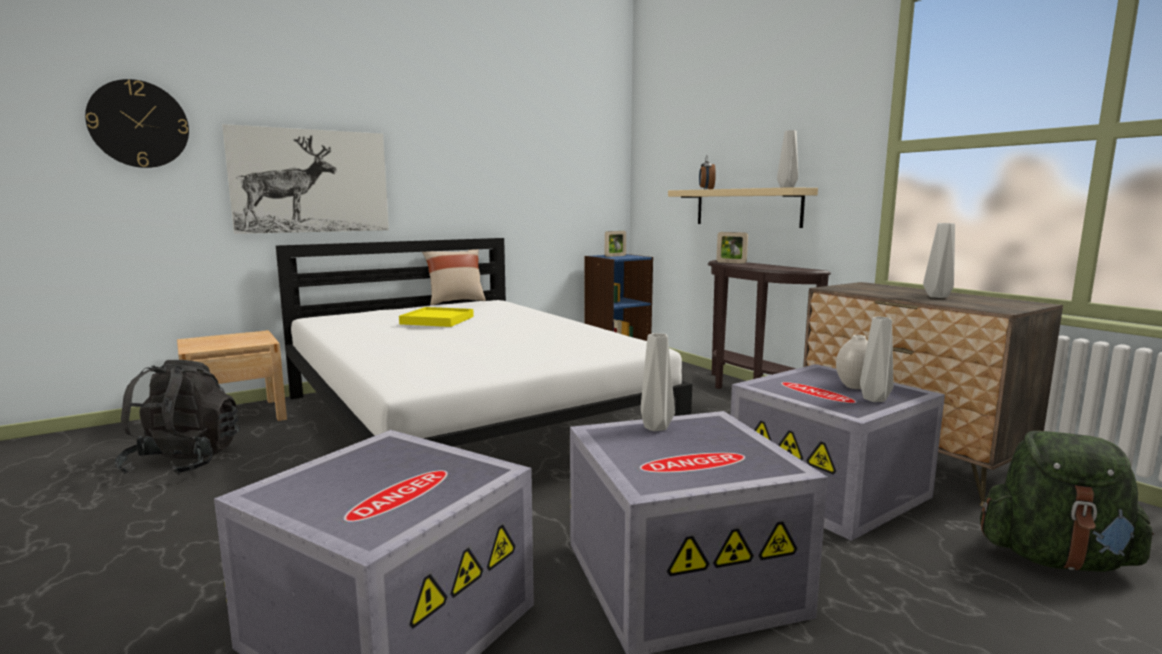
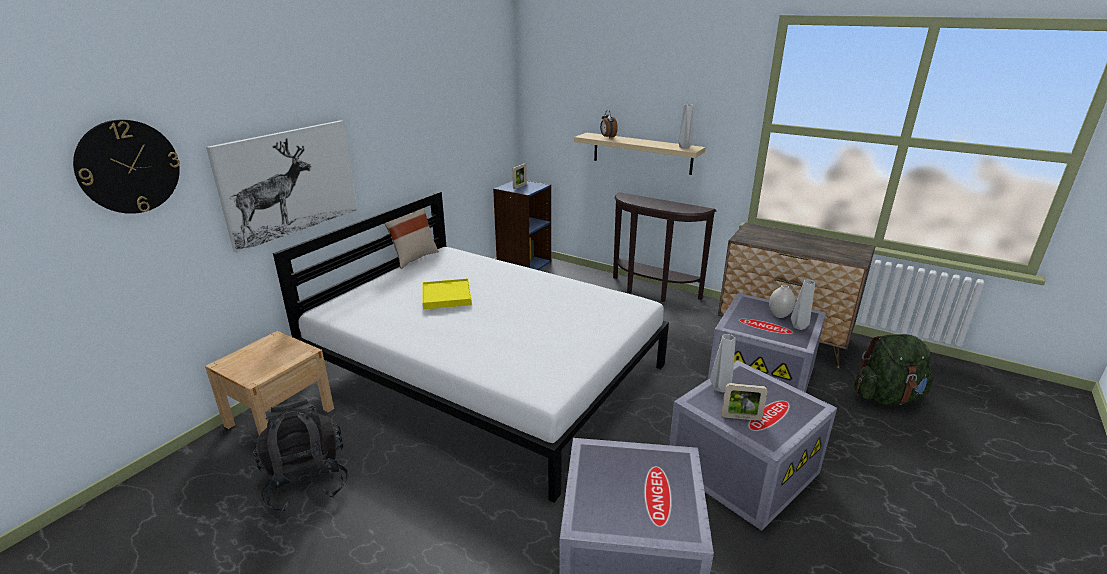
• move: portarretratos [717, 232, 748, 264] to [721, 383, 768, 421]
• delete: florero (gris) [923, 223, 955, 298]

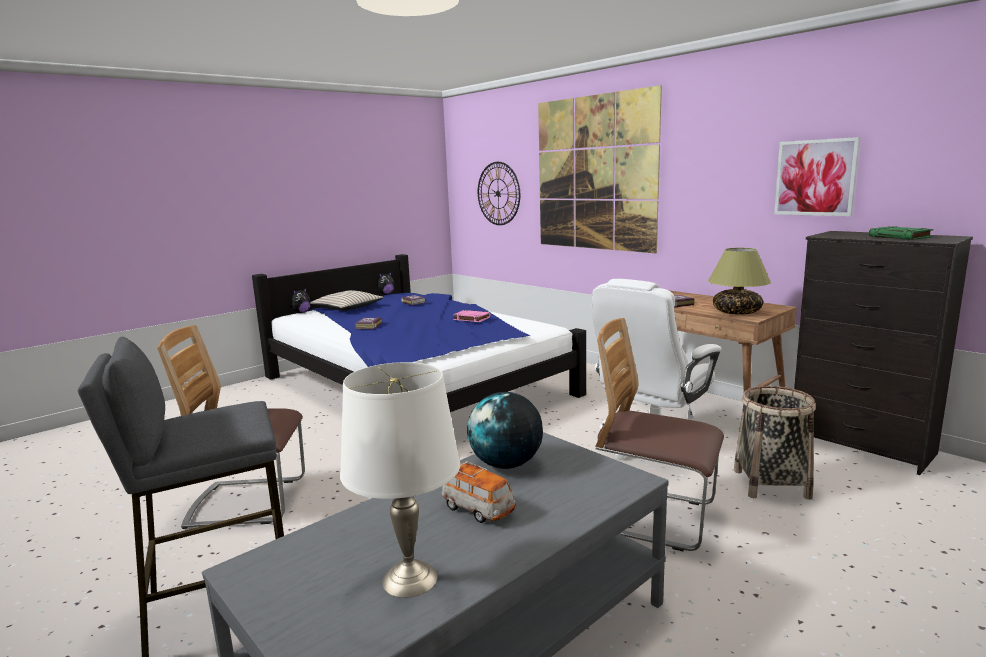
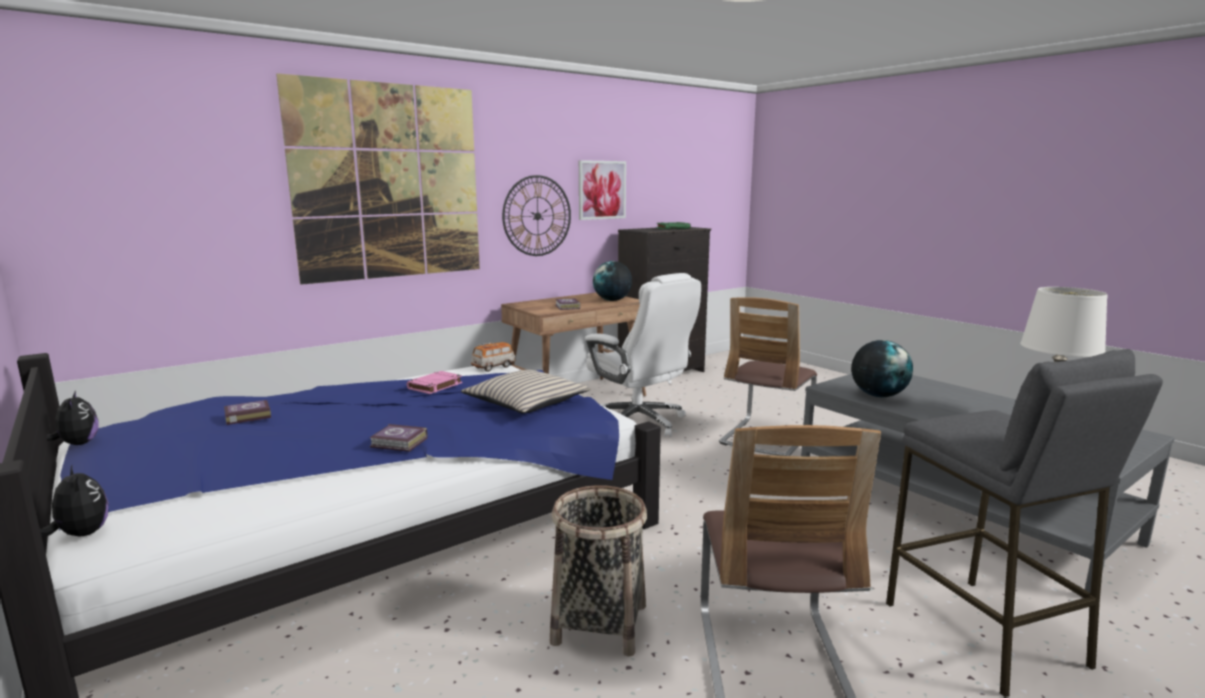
• move: cojín (beis) [310, 290, 384, 311] to [461, 370, 590, 413]
• move: coche de juguete [441, 461, 516, 523] to [471, 342, 515, 372]
• move: reloj de pared [478, 162, 520, 225] to [502, 175, 571, 256]
• replace: lámpara de mesa [708, 248, 771, 315] to globo terráqueo [593, 261, 632, 301]
• move: cesta [734, 386, 816, 499] to [550, 485, 647, 657]

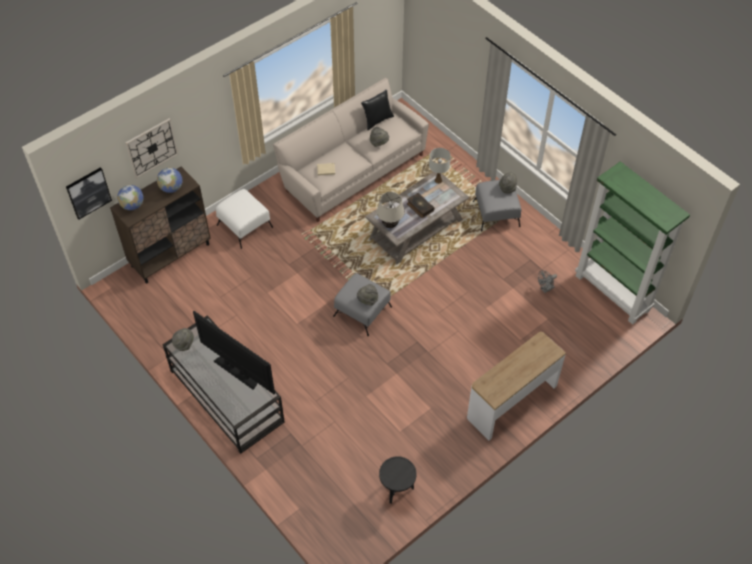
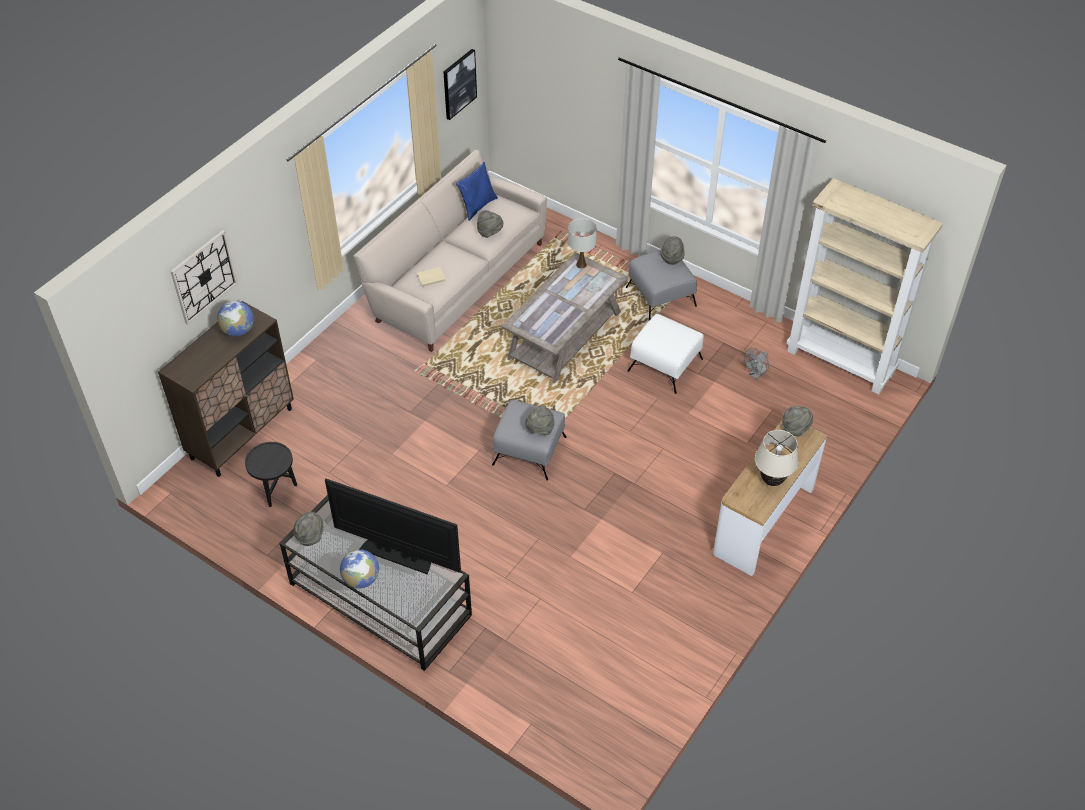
• move: cuadro [66, 167, 112, 220] to [443, 49, 477, 120]
• move: globo terráqueo [117, 185, 144, 210] to [340, 549, 379, 588]
• move: puf (blanco) [216, 189, 273, 249] to [628, 314, 704, 394]
• recolor: cojín (negro) [361, 89, 394, 130] to cojín (azul) [456, 162, 498, 221]
• move: lámpara de mesa (beis) [377, 192, 405, 228] to [755, 430, 799, 486]
• move: mesa auxiliar (negro) [379, 456, 417, 503] to [245, 442, 297, 507]
• delete: libro [407, 193, 435, 218]
• recolor: estantería (verde) [575, 161, 690, 325] to estantería (beis) [786, 178, 943, 395]
• insert: sombrero (gris) [782, 406, 813, 436]

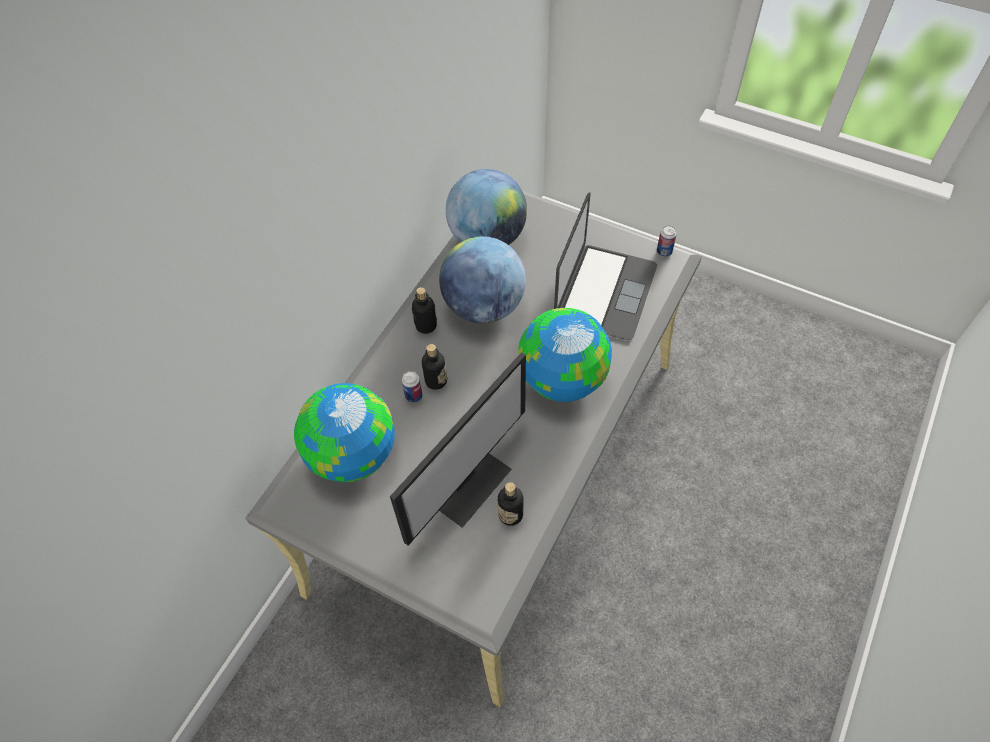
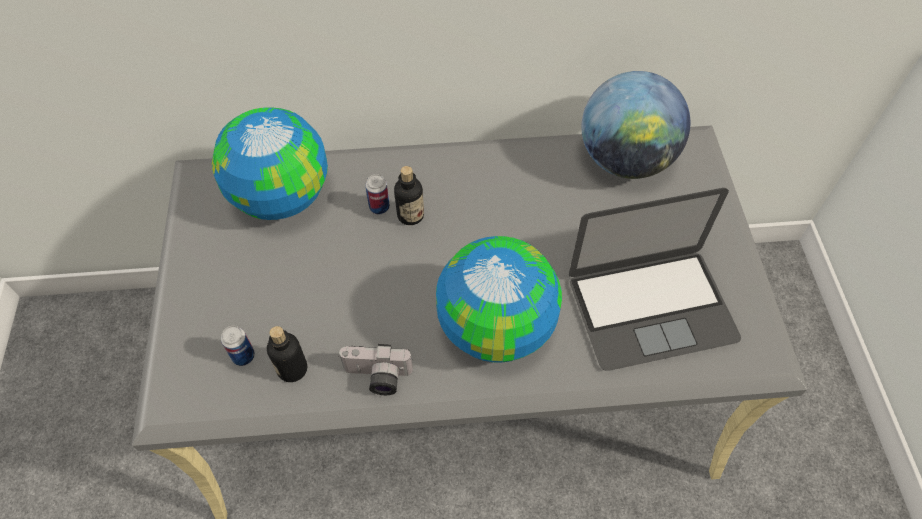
• delete: monitor [390, 352, 526, 546]
• delete: botella [412, 287, 437, 334]
• delete: globo terráqueo [439, 236, 526, 323]
• move: lata [657, 225, 677, 257] to [221, 326, 255, 366]
• insert: cámara [338, 344, 413, 395]

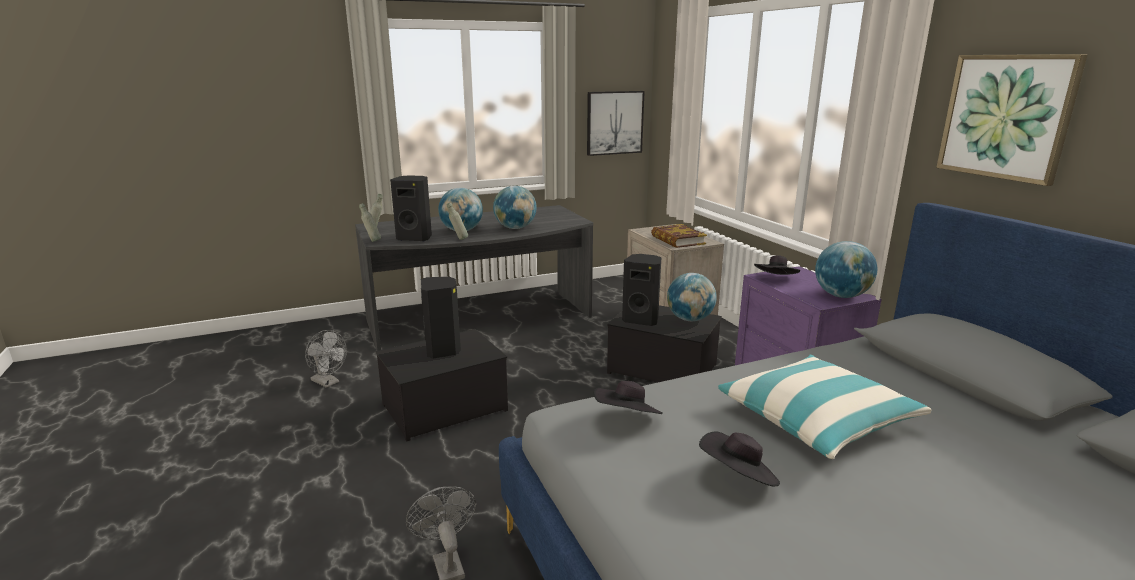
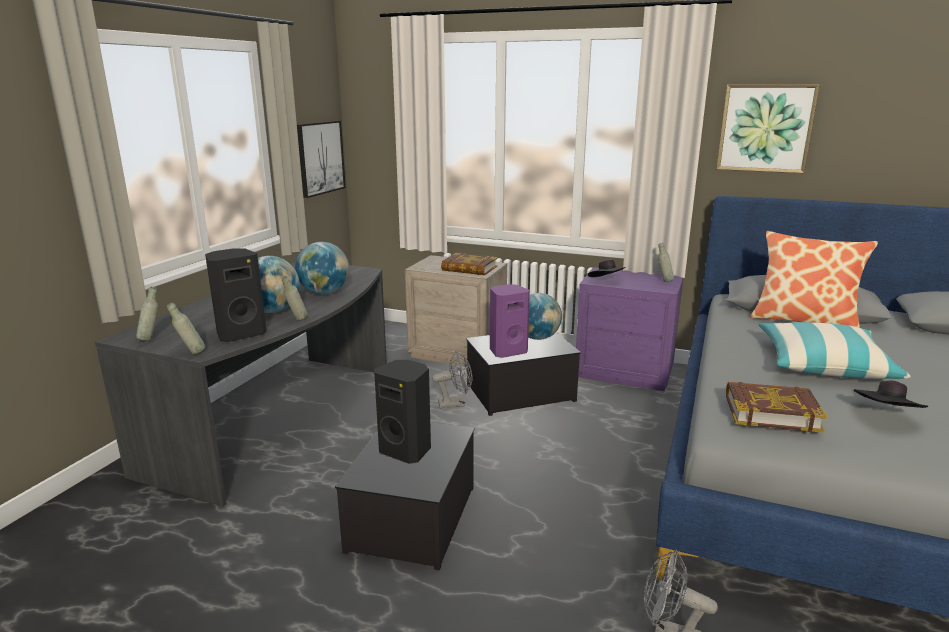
• move: ventilador (gris) [305, 330, 347, 388] to [432, 351, 472, 408]
• replace: sombrero (negro) [594, 381, 663, 414] to libro [726, 382, 828, 432]
• recolor: altavoz (negro) [622, 254, 661, 326] to altavoz (morado) [490, 284, 530, 358]
• replace: globo terráqueo [815, 241, 877, 298] to botella (gris) [658, 243, 674, 282]
• insert: cojín [750, 231, 878, 328]

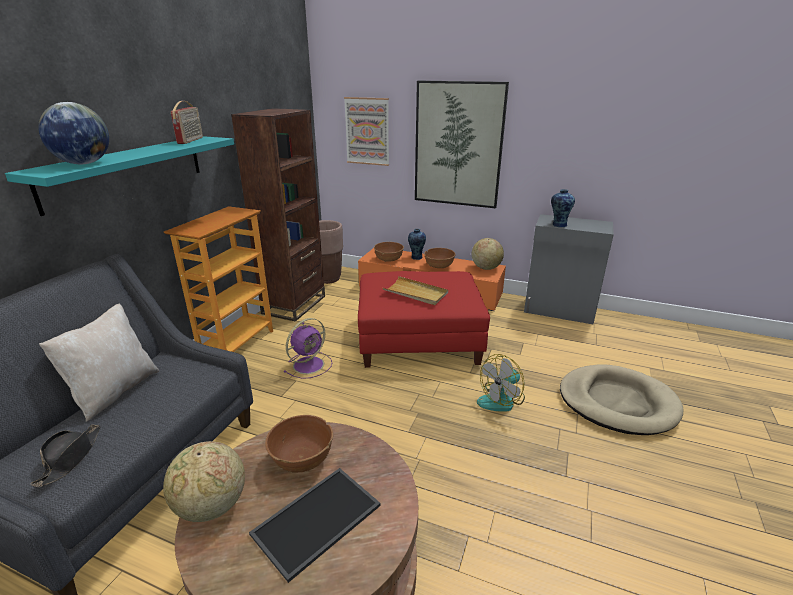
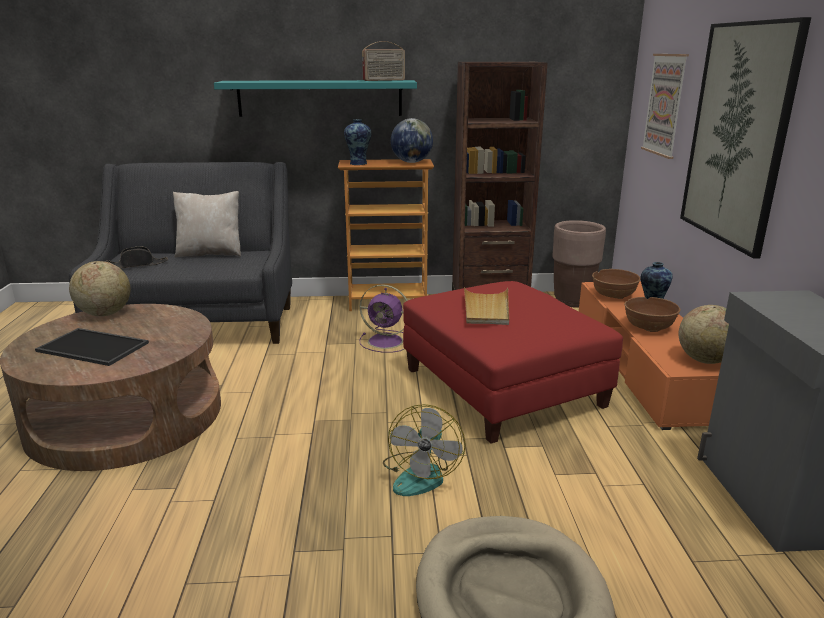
• move: globo terráqueo [38, 102, 109, 164] to [391, 118, 433, 163]
• delete: cuenco (marrón) [265, 415, 333, 473]
• rotate: ventilador [477, 354, 525, 412] = [383, 404, 465, 496] 105 degrees counterclockwise
• move: florero [551, 189, 575, 227] to [344, 119, 372, 165]

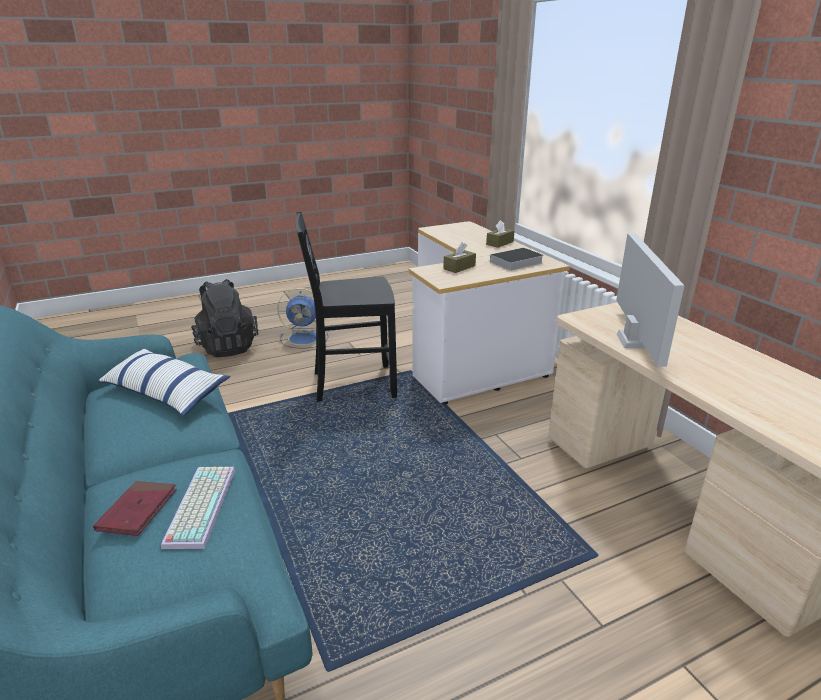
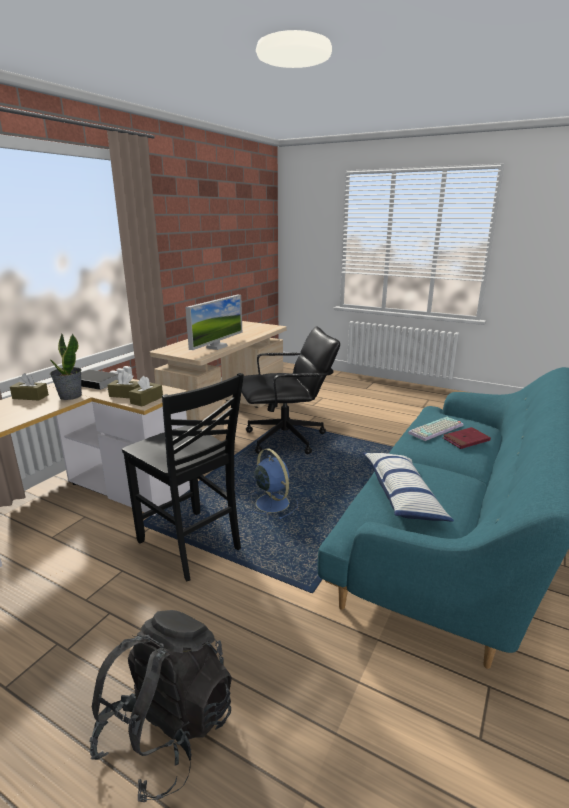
• move: ventilador (azul) [277, 288, 328, 349] to [252, 449, 298, 519]
• rotate: monitor [616, 233, 685, 367] = [185, 295, 242, 350] 150 degrees clockwise
• insert: planta en maceta [50, 333, 82, 400]
• insert: caja de pañuelos (marrón) [129, 376, 163, 406]
• insert: silla de oficina (negro) [241, 326, 340, 454]

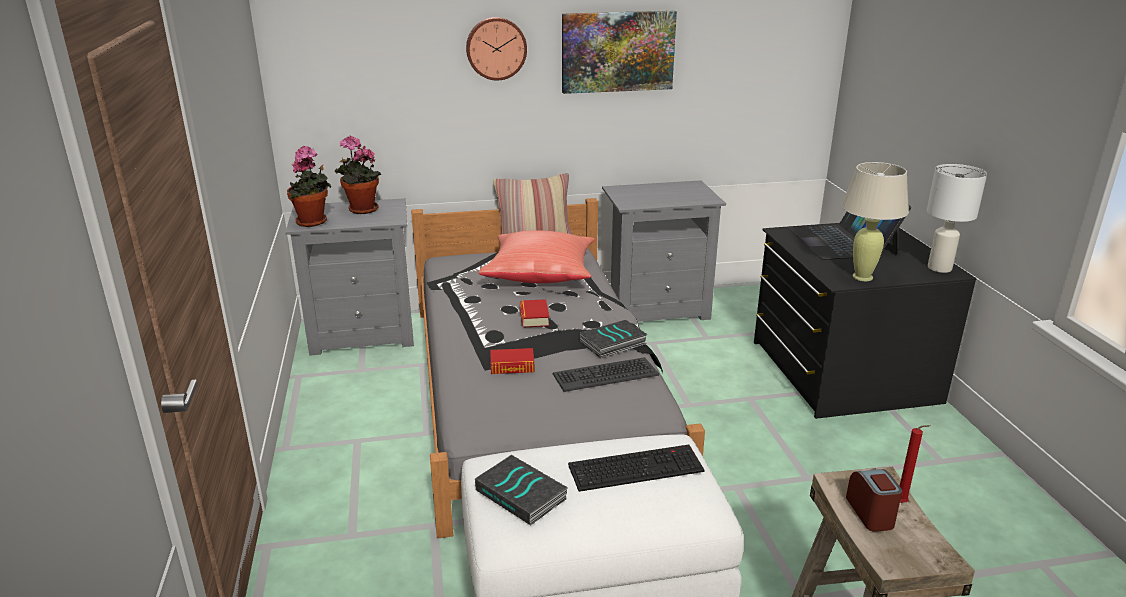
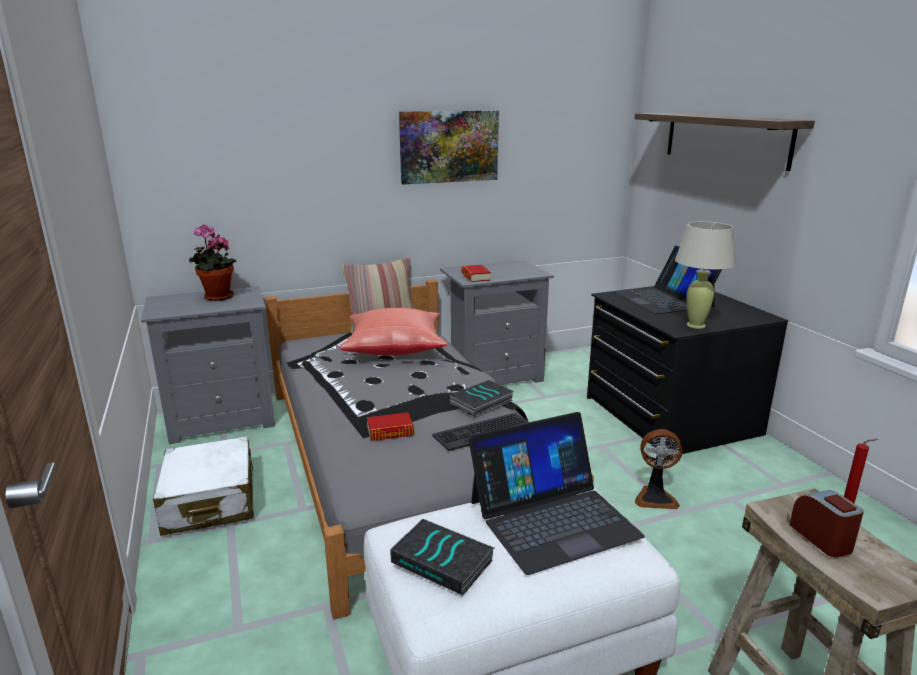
• delete: planta en maceta [287, 146, 331, 227]
• delete: reloj de pared [466, 17, 527, 81]
• move: libro [520, 299, 549, 327] to [461, 265, 491, 282]
• replace: teclado [568, 445, 704, 492] to portátil [469, 412, 645, 575]
• delete: lámpara de mesa (blanco) [927, 164, 987, 273]
• insert: maleta (blanco) [153, 436, 254, 536]
• insert: estante [634, 113, 815, 171]
• insert: ventilador [635, 429, 682, 509]

